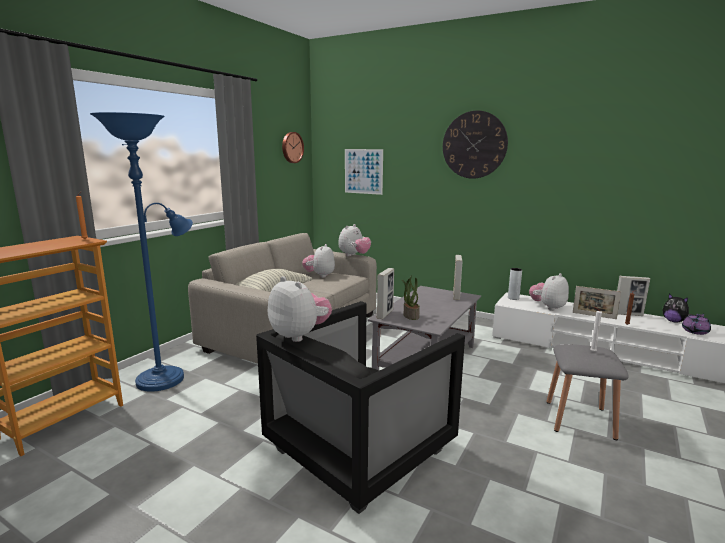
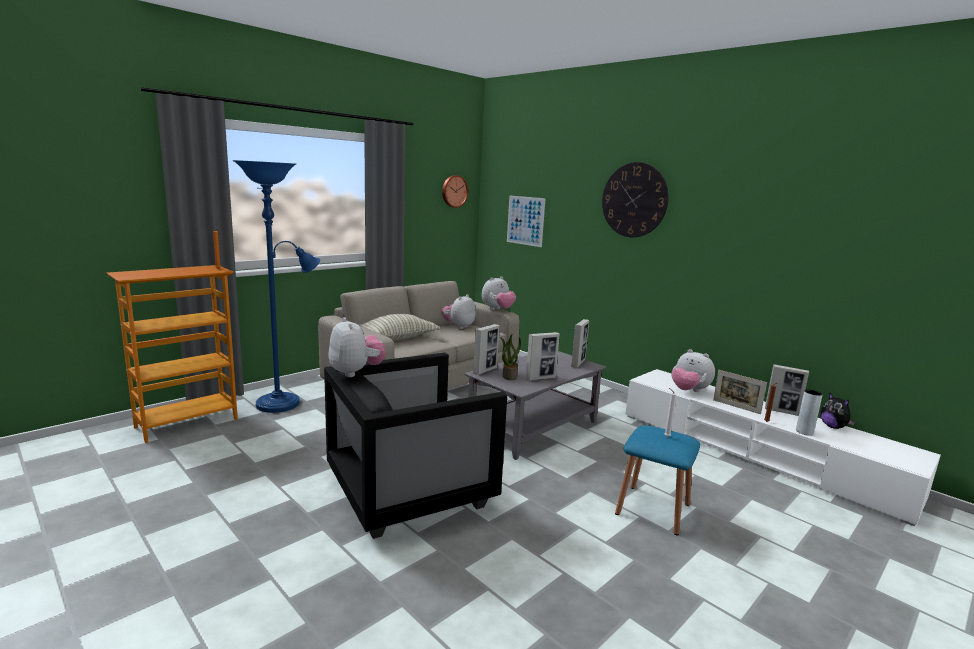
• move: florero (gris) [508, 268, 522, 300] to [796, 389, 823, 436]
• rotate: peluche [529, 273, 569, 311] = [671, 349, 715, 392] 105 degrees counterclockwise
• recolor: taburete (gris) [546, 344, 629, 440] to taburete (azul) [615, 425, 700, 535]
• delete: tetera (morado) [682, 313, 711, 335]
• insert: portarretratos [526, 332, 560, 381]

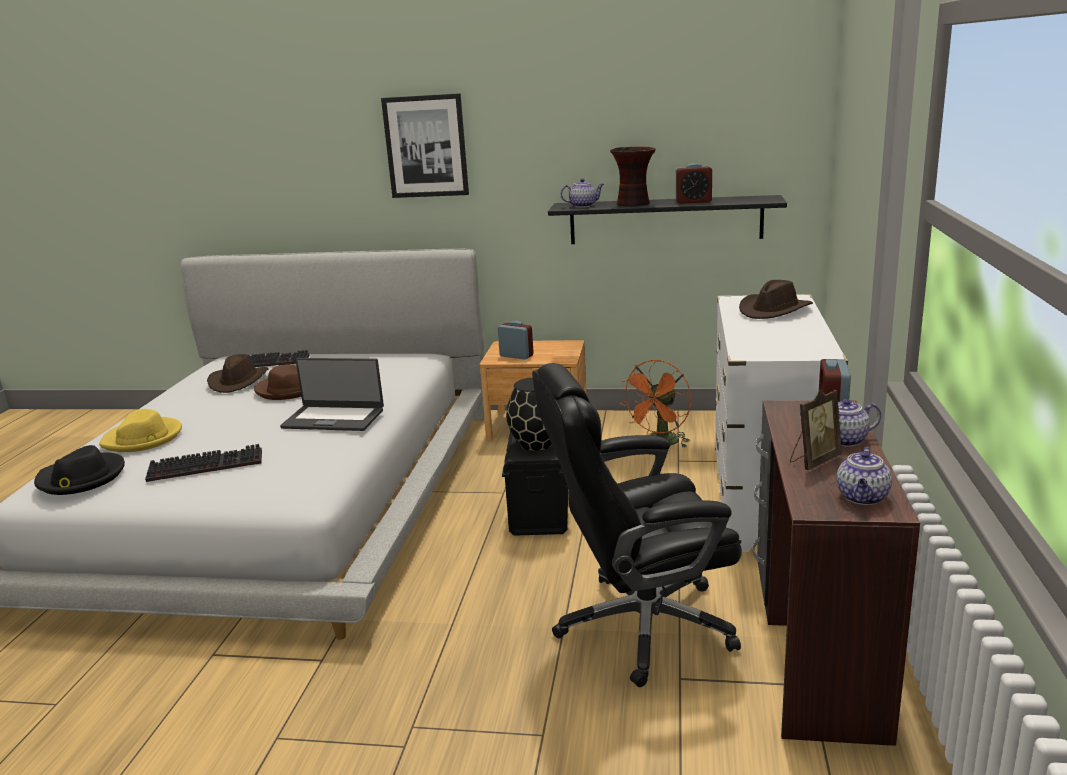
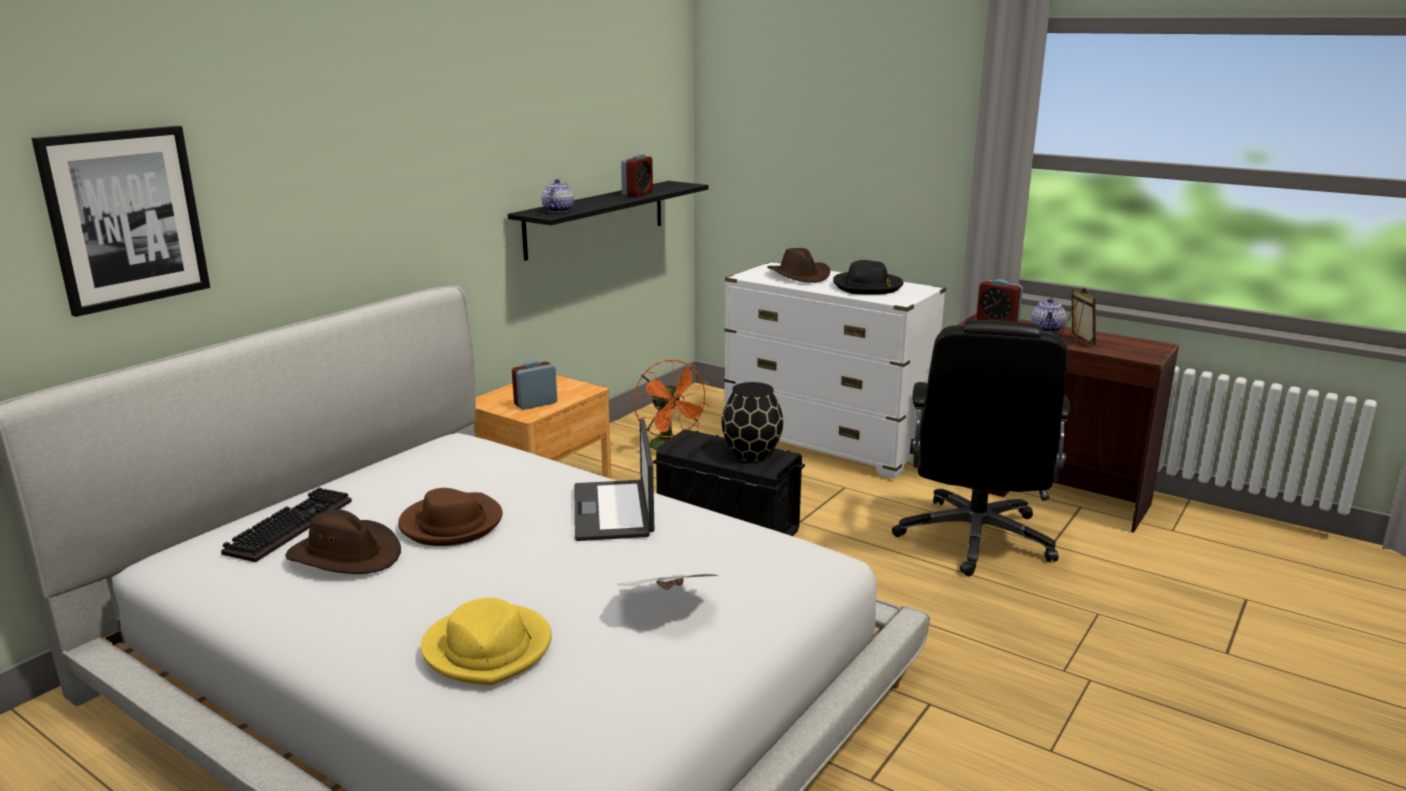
• move: sombrero (negro) [34, 445, 125, 495] to [833, 260, 903, 295]
• replace: teclado [145, 444, 262, 482] to periódico [617, 574, 718, 590]
• rotate: portátil [280, 358, 384, 431] = [574, 418, 654, 541] 135 degrees clockwise
• move: cuadro [381, 93, 469, 198] to [31, 126, 210, 317]
• delete: florero [610, 146, 656, 206]
• delete: tetera [837, 447, 892, 505]

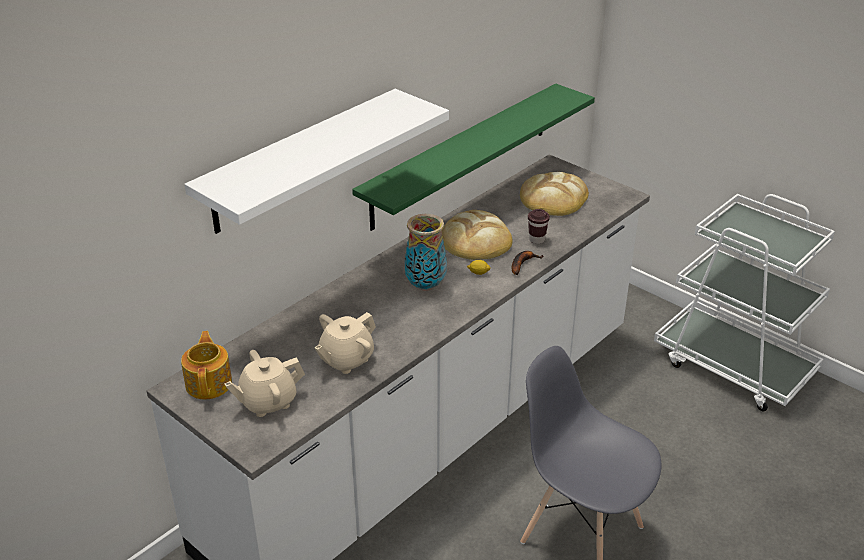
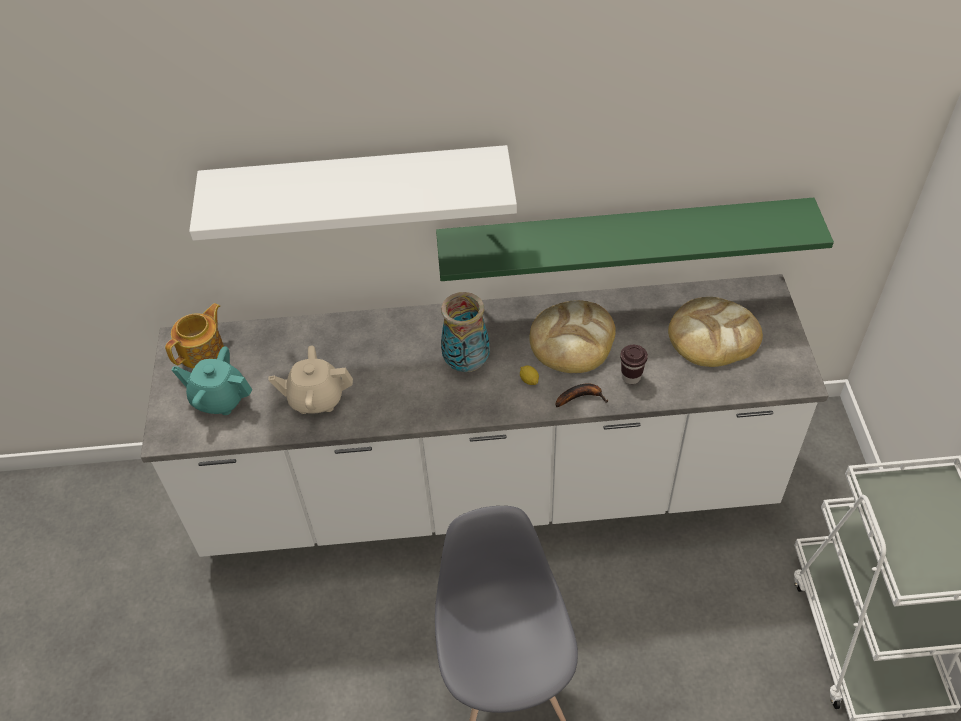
• recolor: tetera (beis) [224, 350, 305, 417] to tetera (turquesa) [172, 346, 252, 415]

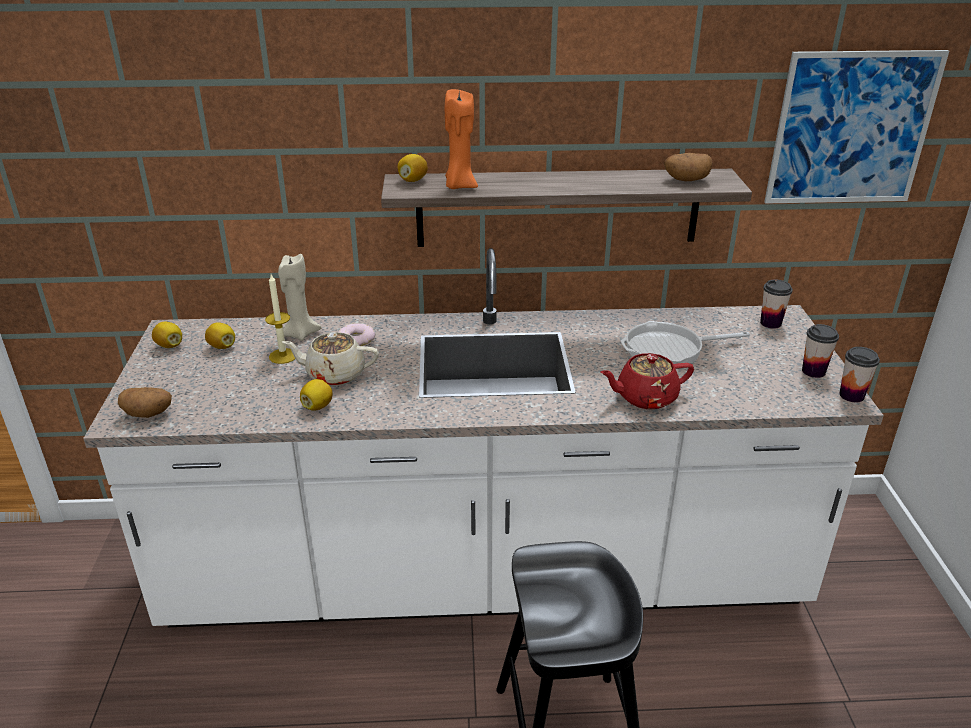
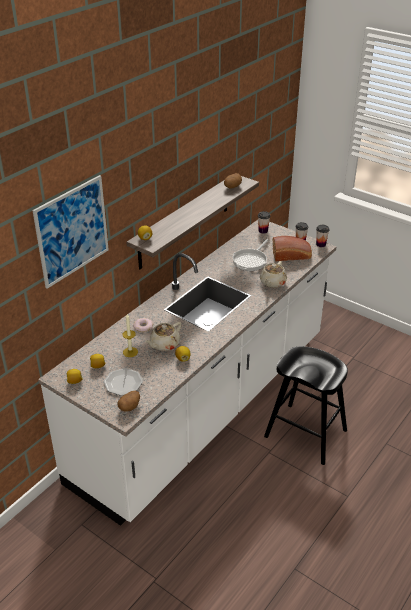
• delete: vela (beis) [278, 254, 321, 341]
• delete: vela (naranja) [445, 89, 478, 189]
• recolor: tetera (rojo) [600, 353, 694, 409] to tetera (beis) [260, 261, 287, 288]
• move: cuadro [764, 50, 949, 203] to [32, 175, 109, 289]
• insert: plato [104, 368, 143, 396]
• insert: pan [273, 236, 312, 261]

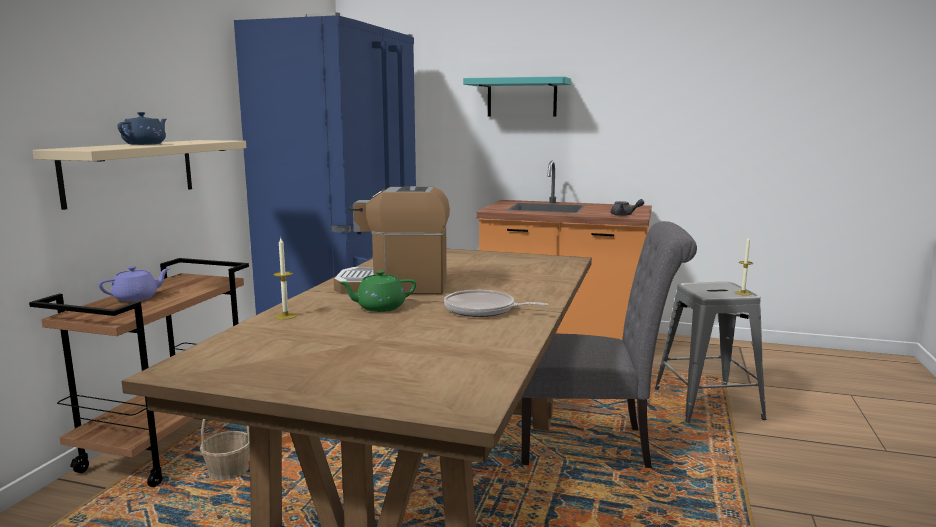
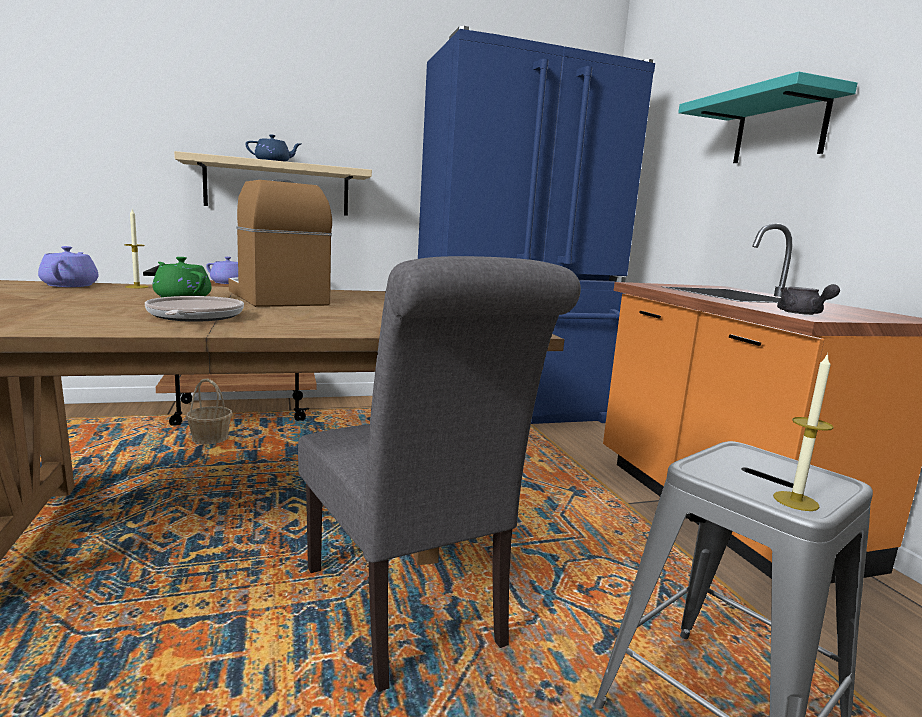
• insert: tetera (morado) [38, 246, 98, 287]

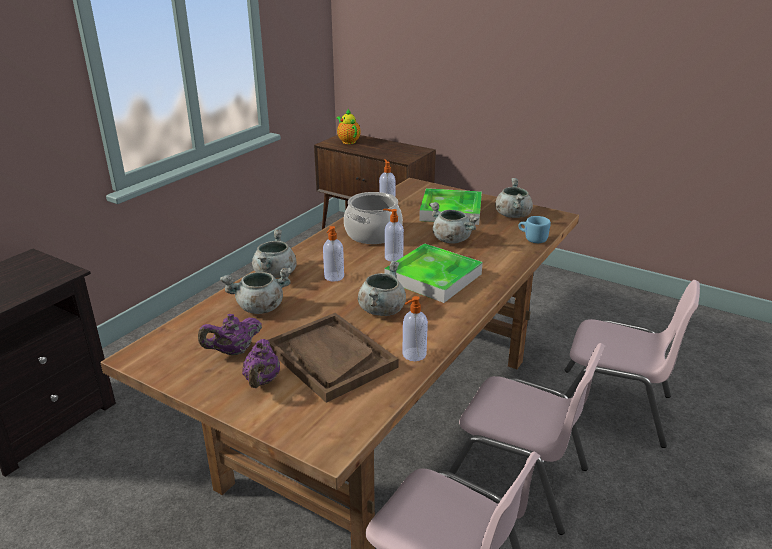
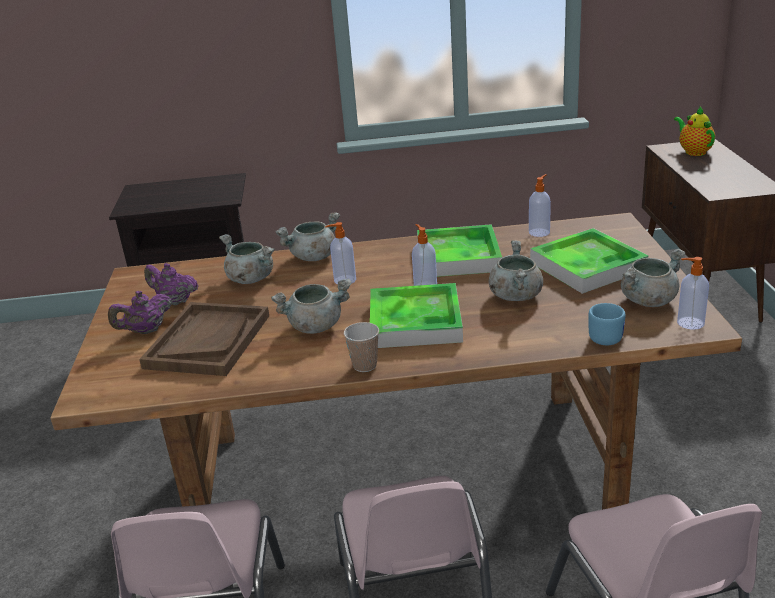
• rotate: tetera [336, 109, 361, 144] = [674, 107, 715, 156] 45 degrees counterclockwise
• replace: olla [344, 192, 403, 244] to bandeja [417, 224, 502, 277]
• move: dispensador de jabón [402, 296, 428, 361] to [677, 257, 709, 330]
• insert: taza [344, 322, 379, 372]

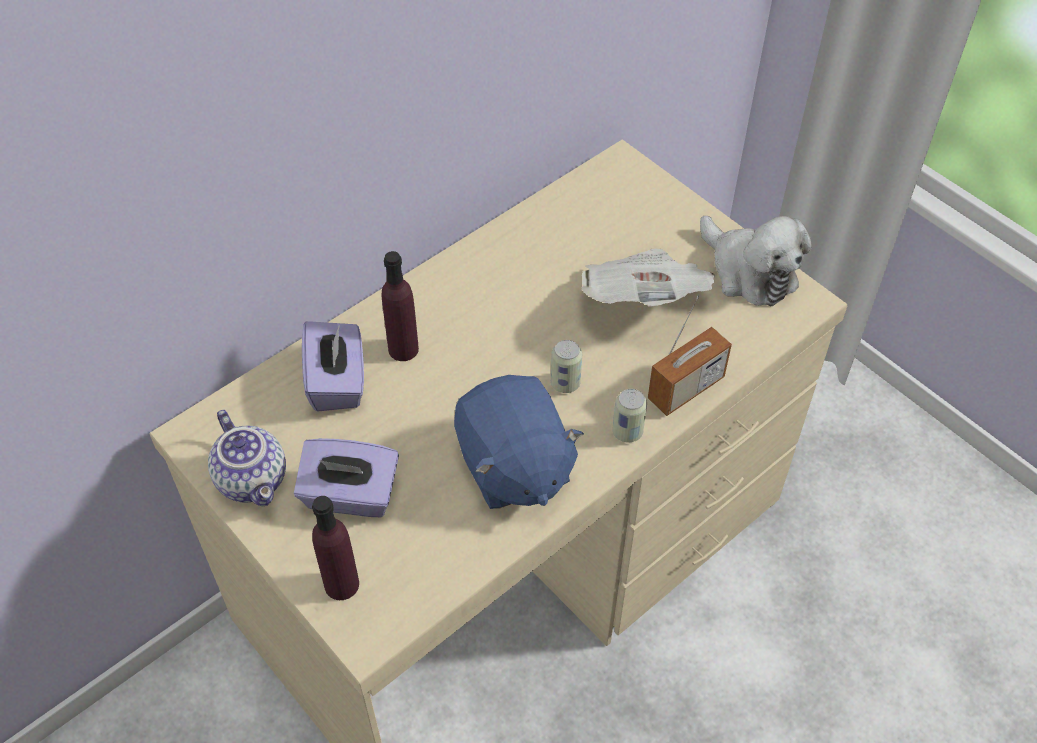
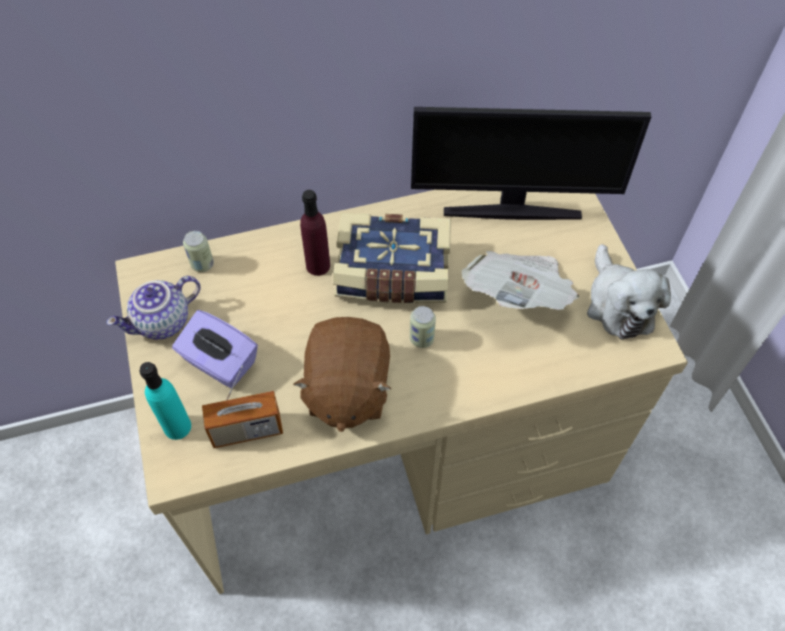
• rotate: tetera [208, 410, 286, 506] = [106, 276, 201, 340] 60 degrees clockwise
• delete: caja de pañuelos (morado) [302, 321, 364, 411]
• recolor: botella (morado) [312, 496, 359, 600] to botella (turquesa) [140, 362, 191, 440]
• recolor: peluche (azul) [454, 375, 584, 509] to peluche (marrón) [293, 317, 391, 432]
• move: lata [612, 389, 647, 442] to [183, 231, 214, 272]
• move: radio [648, 296, 732, 416] to [202, 365, 283, 448]
• insert: libro [333, 213, 451, 303]
• insert: monitor [411, 107, 651, 220]

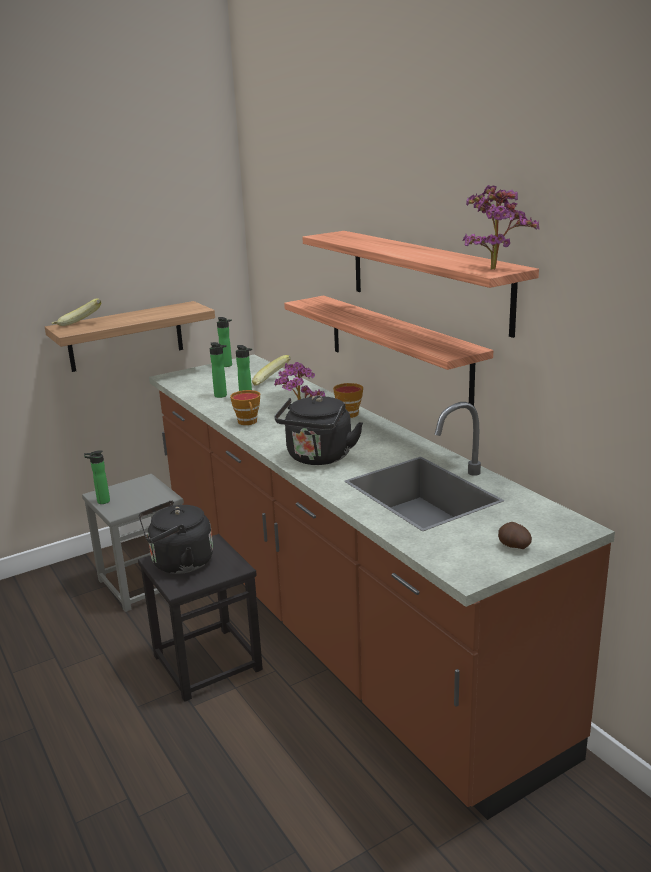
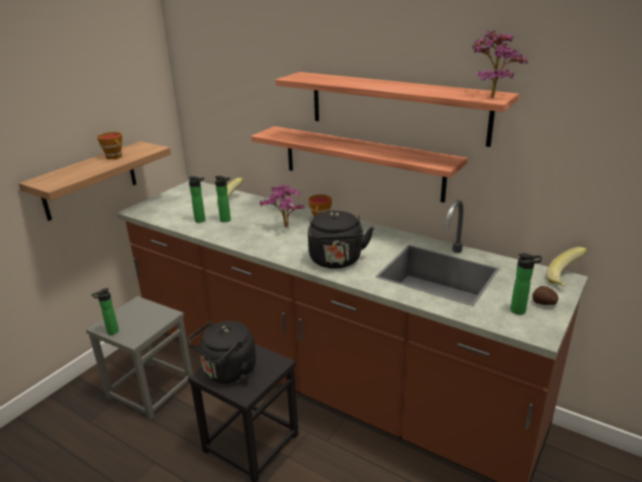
• move: plátano [52, 299, 101, 326] to [546, 247, 587, 286]
• move: botella [217, 317, 232, 367] to [510, 253, 542, 315]
• move: taza [230, 390, 260, 425] to [97, 132, 122, 159]

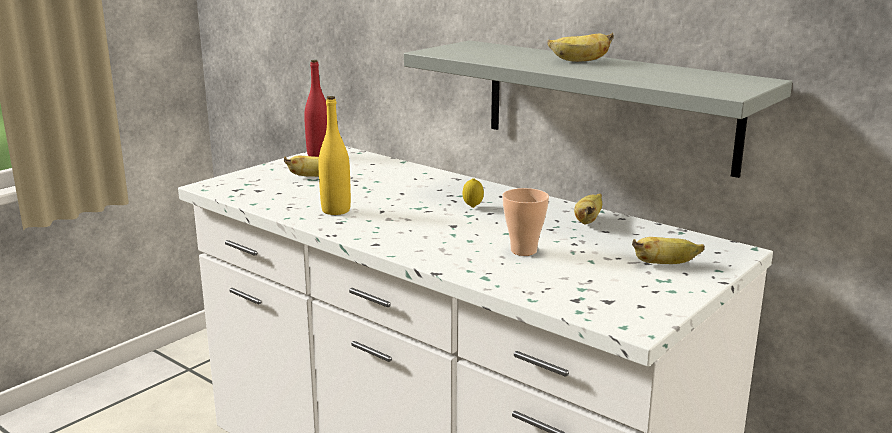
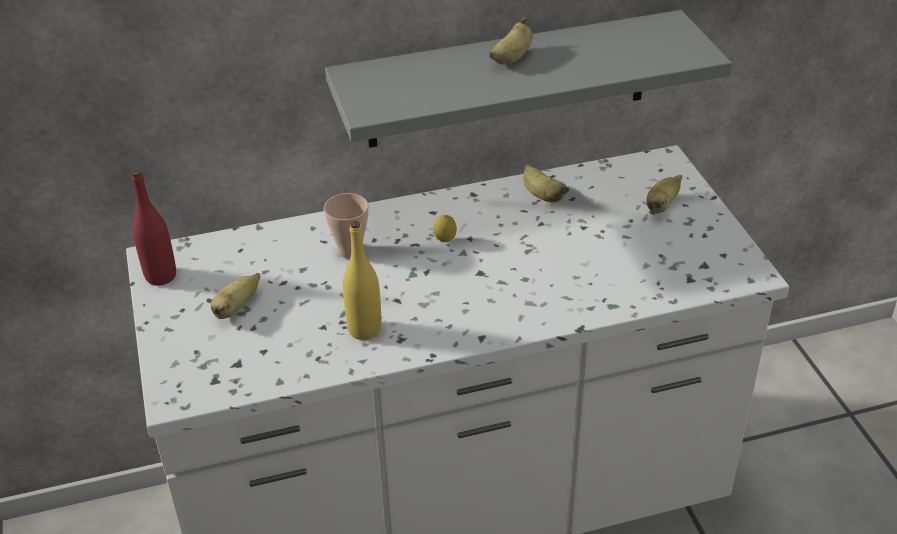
• move: taza [502, 188, 549, 256] to [324, 193, 369, 259]

